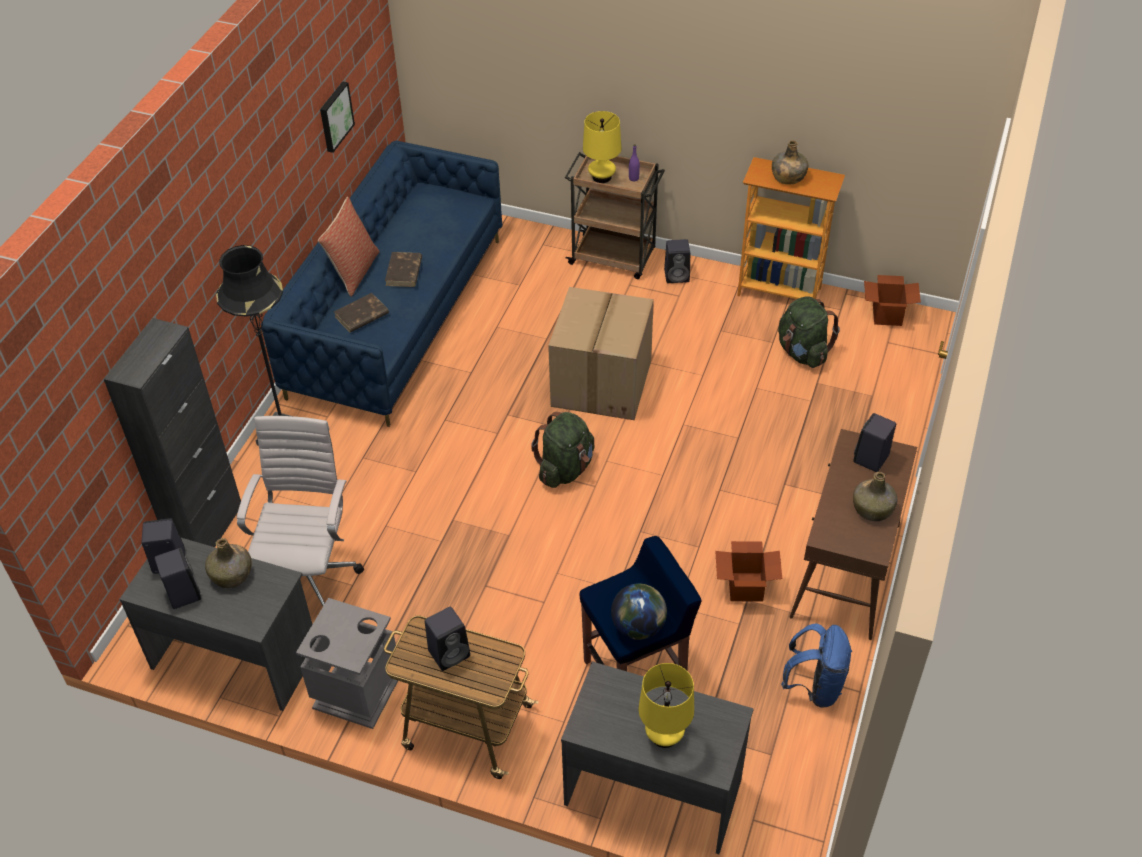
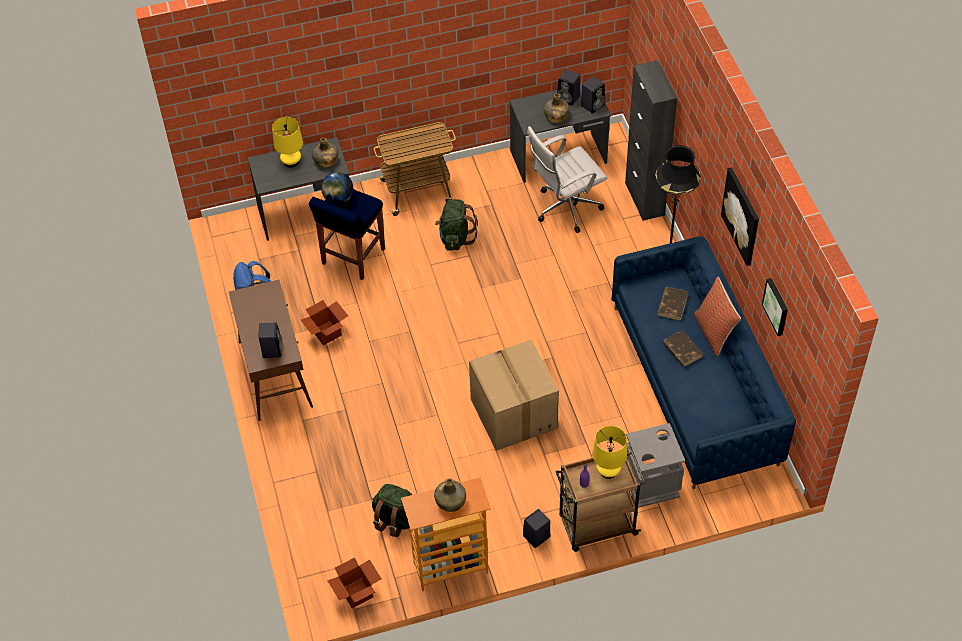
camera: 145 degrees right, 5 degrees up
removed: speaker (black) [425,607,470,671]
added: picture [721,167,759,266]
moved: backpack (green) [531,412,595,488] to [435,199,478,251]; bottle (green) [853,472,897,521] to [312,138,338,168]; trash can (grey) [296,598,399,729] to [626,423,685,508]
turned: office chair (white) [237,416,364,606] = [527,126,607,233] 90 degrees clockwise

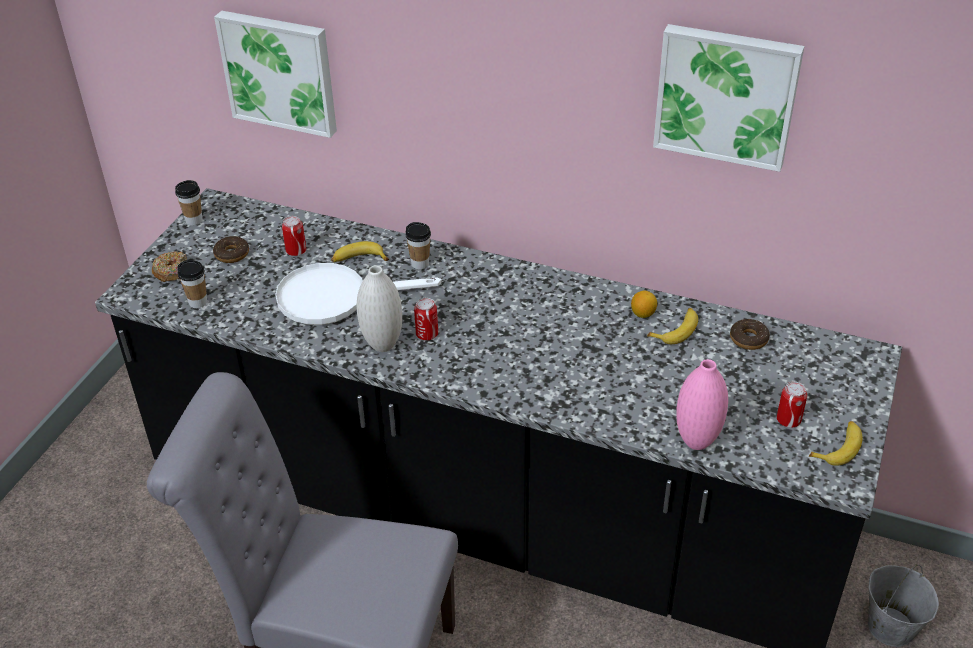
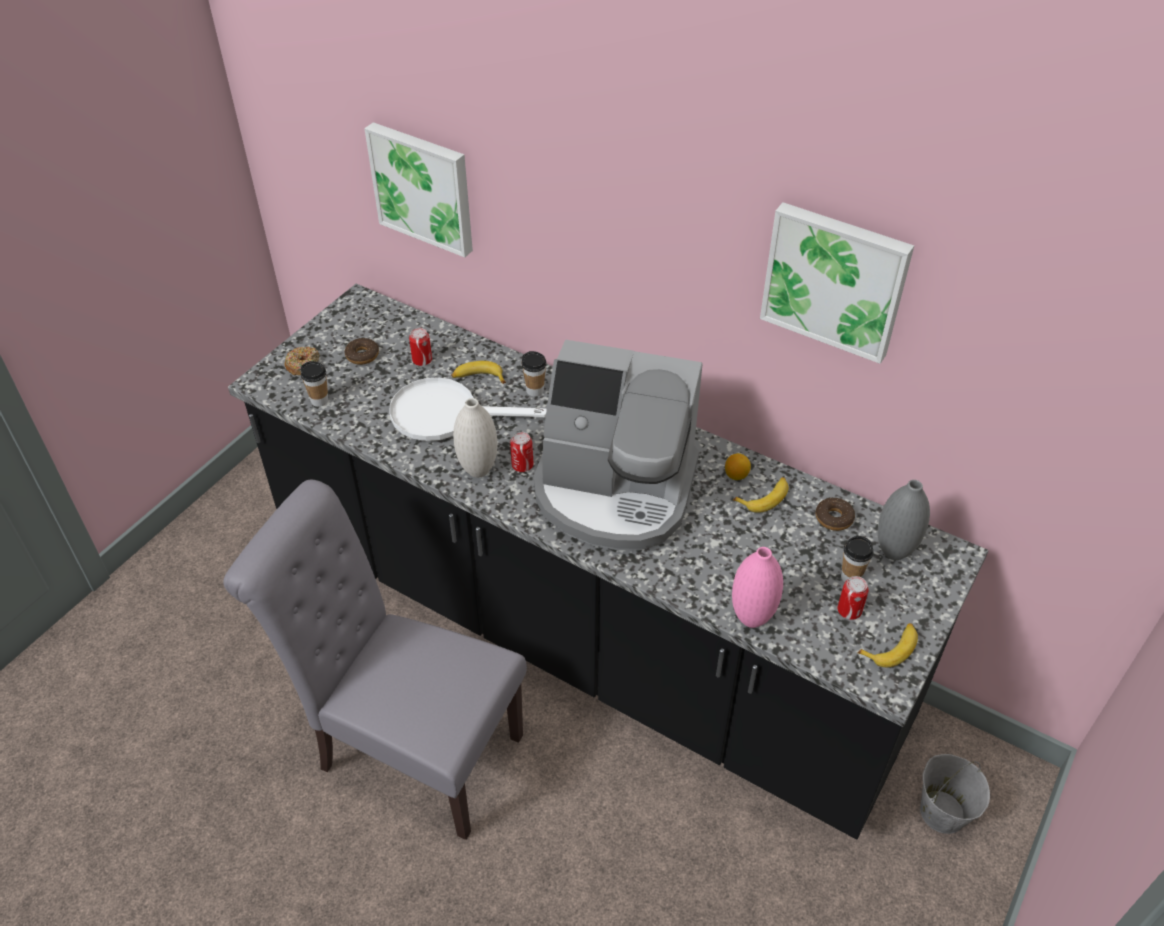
camera: 10 degrees right, 5 degrees up
added: coffee machine [534,340,703,551]; vase (grey) [878,480,930,560]
moved: cup [175,180,203,226] to [841,536,873,582]

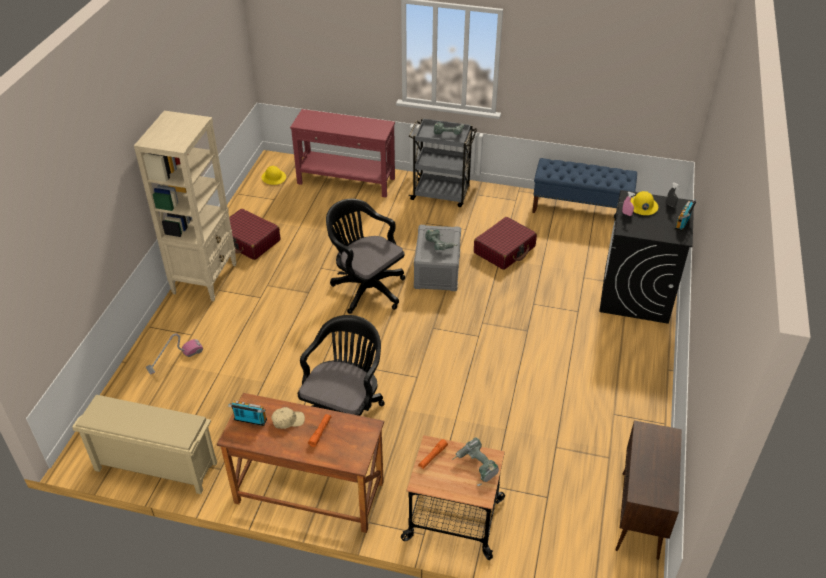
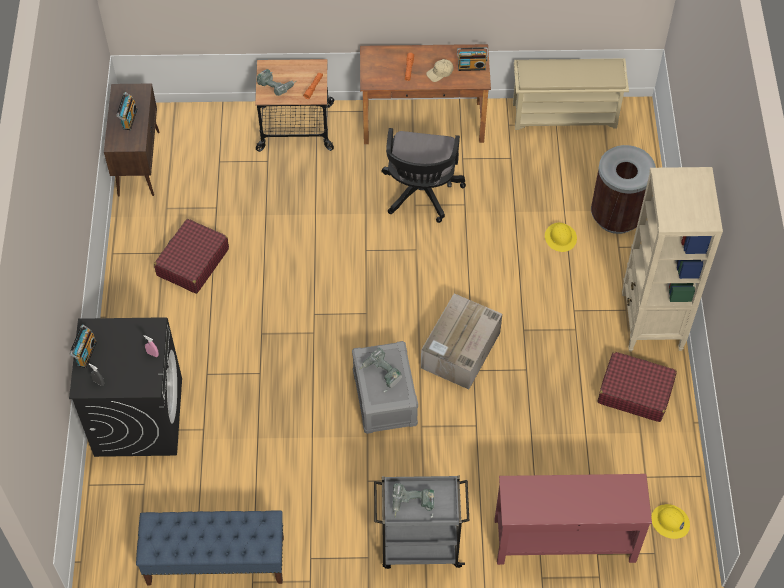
camera: 165 degrees right, 15 degrees up
added: radio [116,92,137,130]
moved: hard hat (yellow) [630,191,658,215] to [545,223,577,252]; suitcase (red) [474,217,537,270] to [154,219,229,294]
replaced: office chair (black) [326,199,405,314] to cardboard box [421,293,502,390]; vacuum cleaner [146,334,203,375] to trash can (brown) [591,145,656,234]

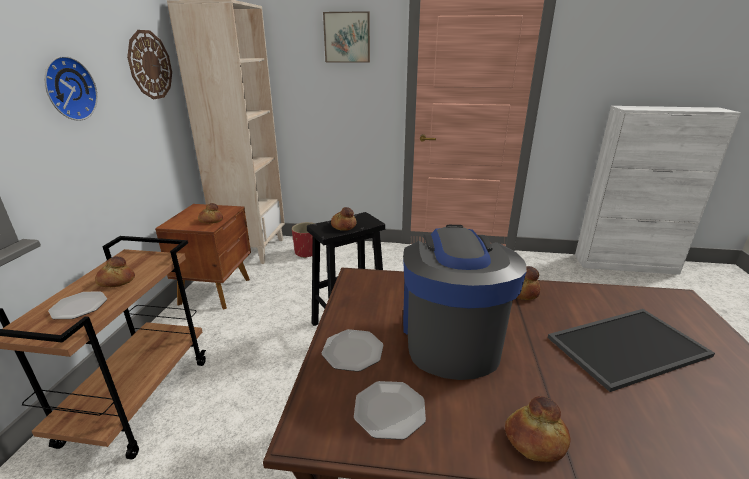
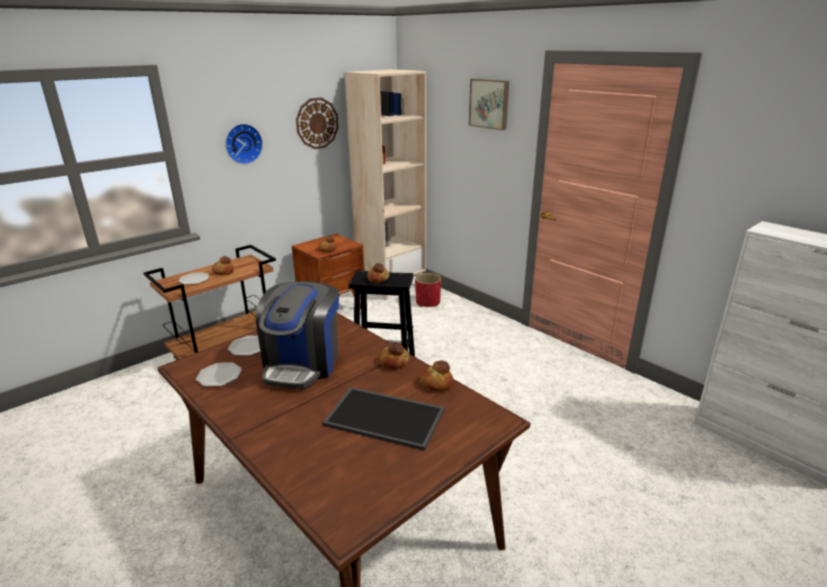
camera: 40 degrees right, 0 degrees up
moved: bread [505,396,570,462] to [420,360,454,392]
turned: coffee machine [403,225,527,380] = [256,281,339,388] 150 degrees clockwise

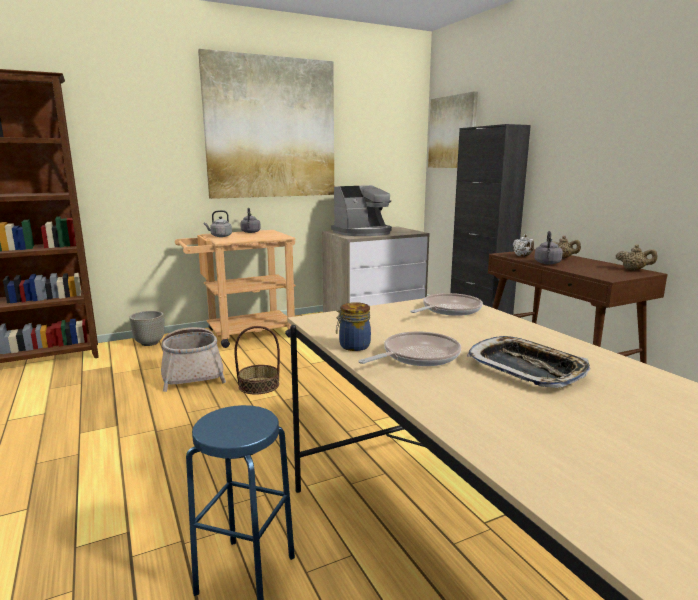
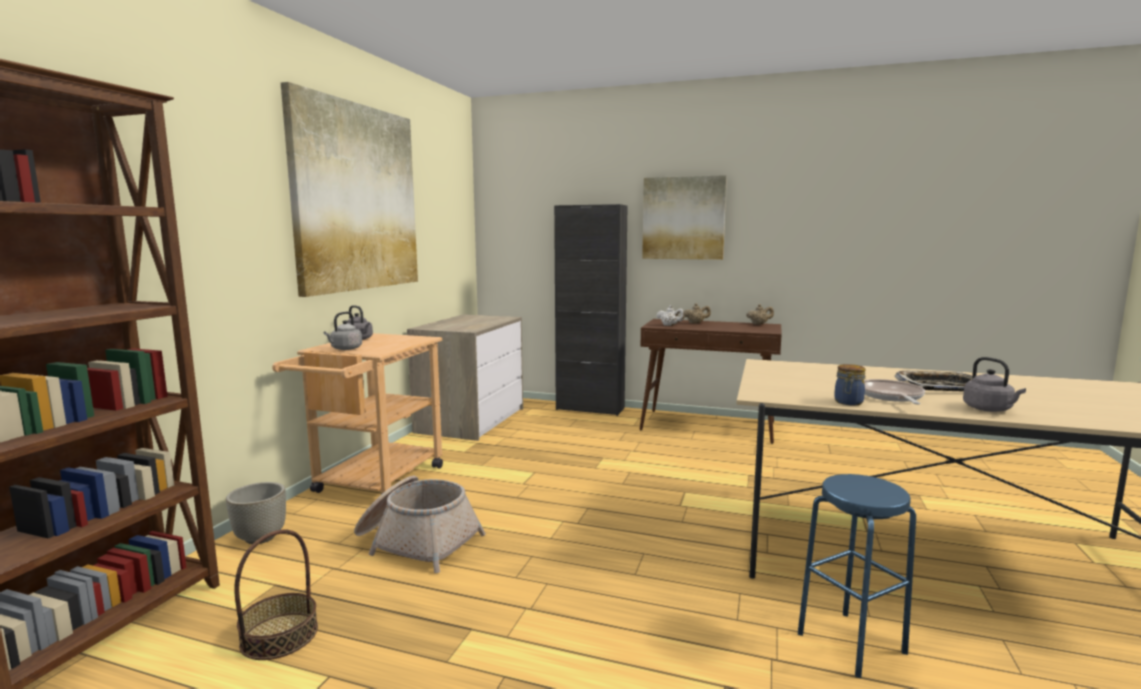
camera: 45 degrees left, 5 degrees down
removed: coffee machine [331,185,392,236]; frying pan [410,293,483,316]
moved: picture [428,91,478,168] to [642,175,727,260]; kettle (grey) [534,231,563,264] to [963,357,1026,412]; basket [234,326,280,395] to [234,530,318,660]

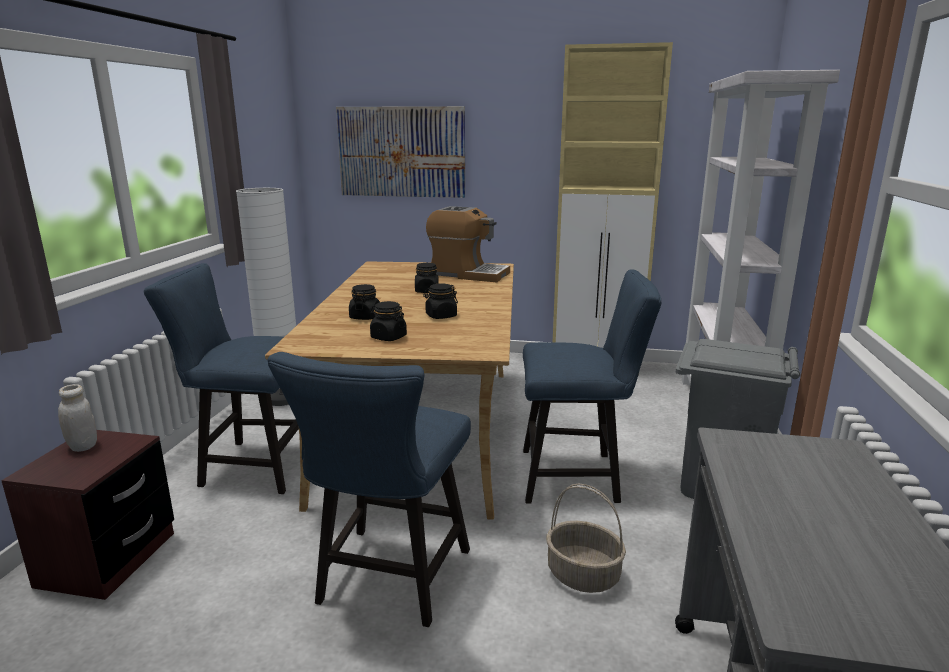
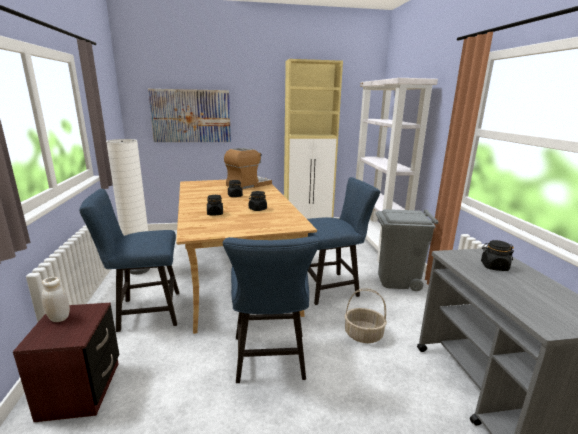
camera: 20 degrees left, 0 degrees up
moved: jar (black) [370,301,407,341] to [481,240,514,271]
turned: coffee machine [426,206,510,283] = [224,148,272,190] 45 degrees counterclockwise

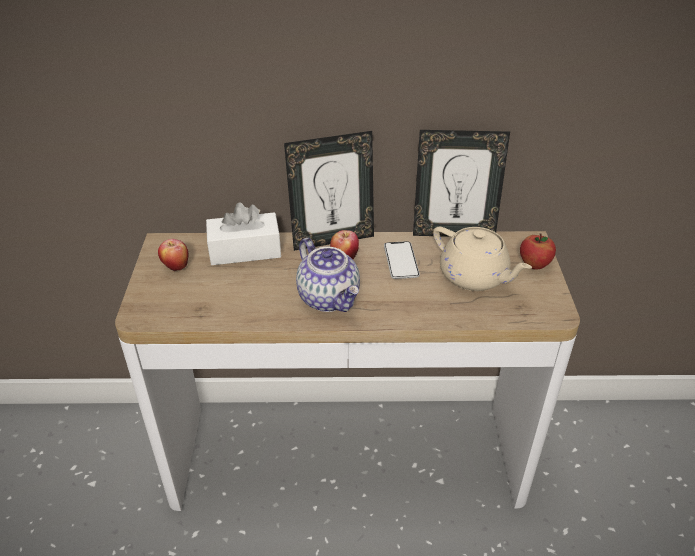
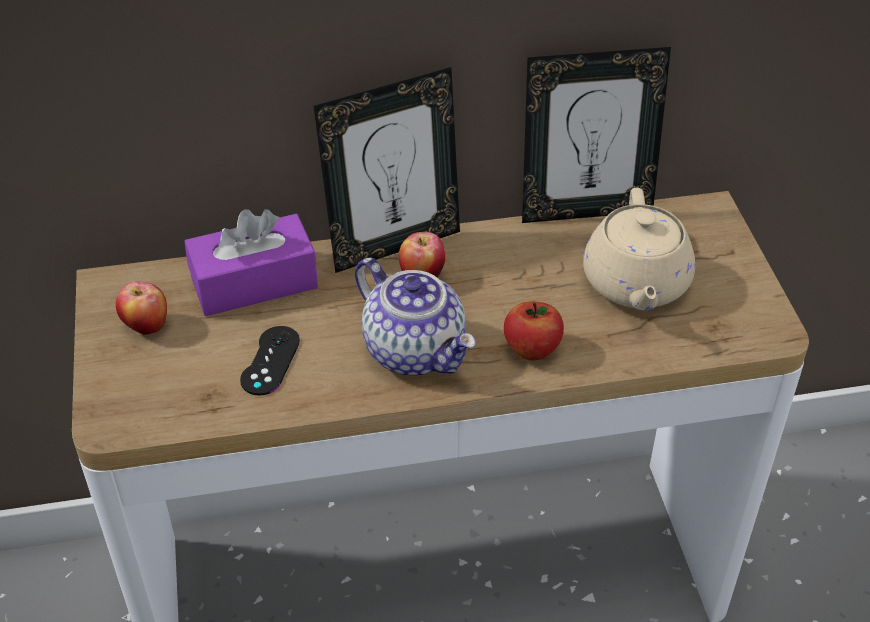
camera: 10 degrees left, 5 degrees up
removed: phone [384,241,420,279]
added: game controller (black) [240,326,300,396]
moved: apple [520,233,556,270] to [504,302,564,360]
recoloured: tissue box (white) [206,202,281,265] to tissue box (purple) [184,209,318,316]
turned: teapot (beige) [433,227,532,291] = [583,188,695,310] 60 degrees clockwise

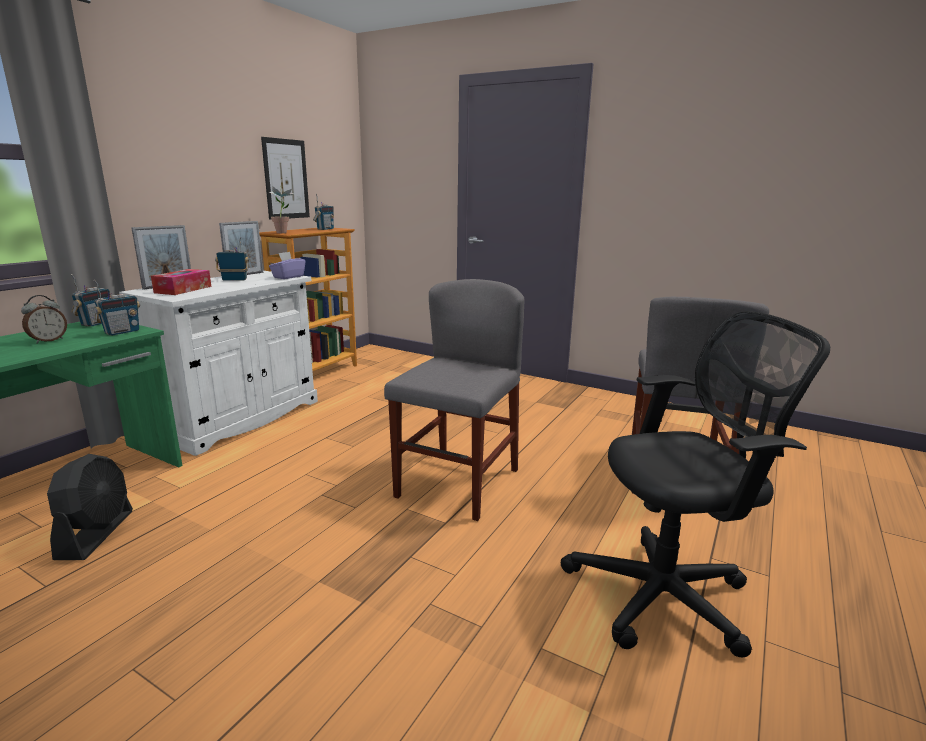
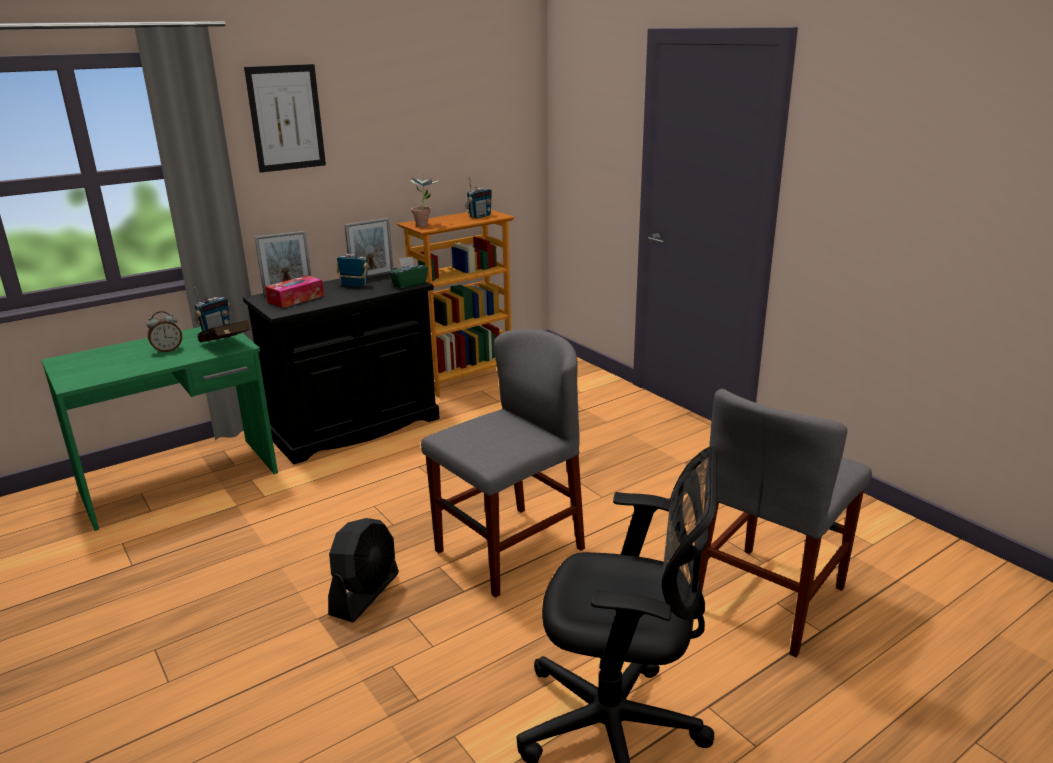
camera: 25 degrees right, 5 degrees up
moved: picture [261,137,310,220] to [244,64,326,173]; fan (black) [47,454,133,560] to [328,518,399,622]
replaced: radio [93,280,140,336] to book (red) [198,320,251,343]
recoloured: tissue box (purple) [269,252,306,279] to tissue box (green) [389,256,428,288]; cabinet (white) [119,271,318,456] to cabinet (black) [243,268,440,464]

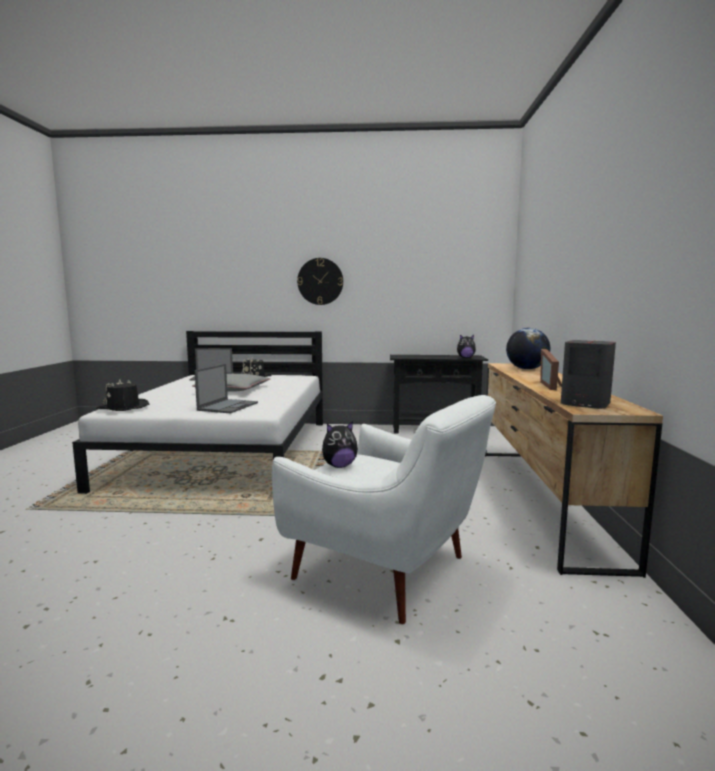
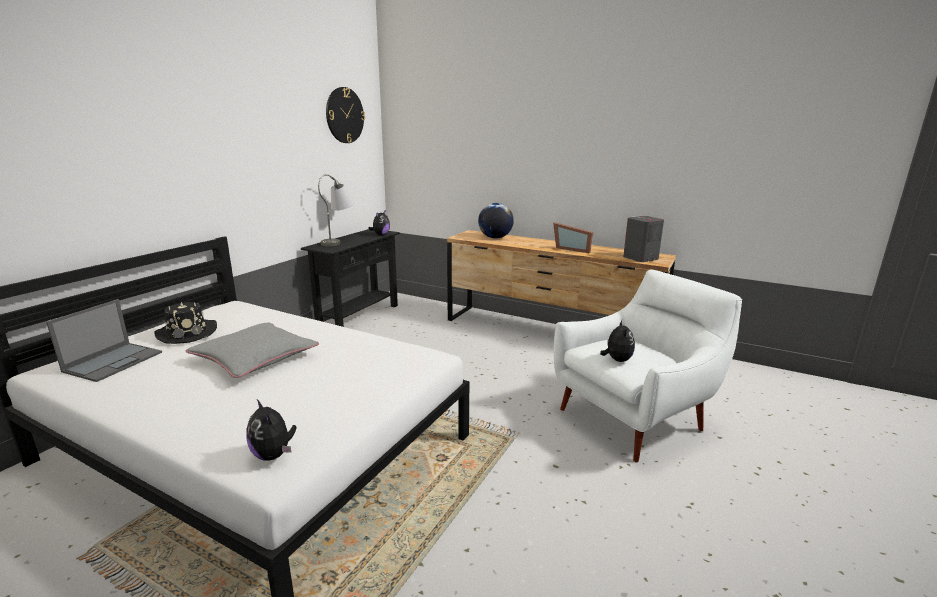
camera: 65 degrees left, 10 degrees up
removed: laptop [195,364,258,413]
added: table lamp (grey) [318,174,356,246]
moved: wall clock [297,258,343,305] to [326,87,365,143]
replaced: hat (black) [96,380,149,411] to plush toy [247,399,297,461]

